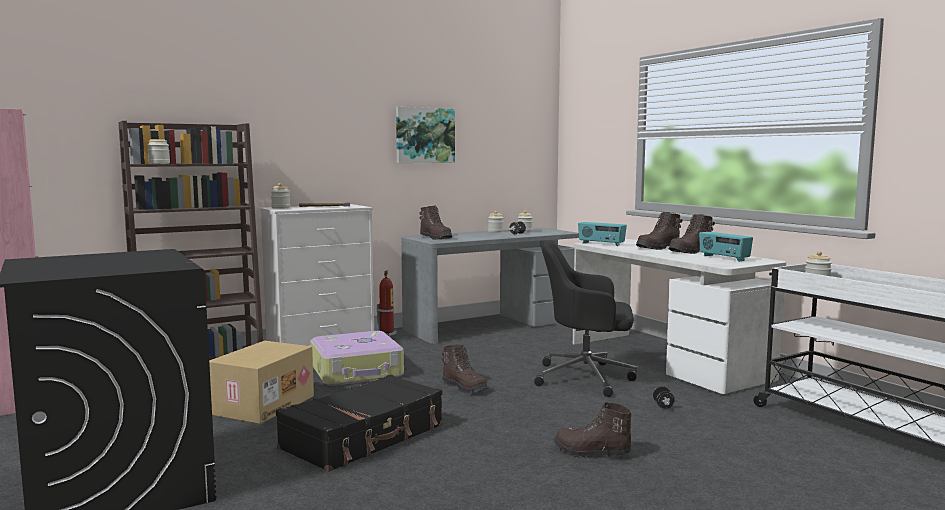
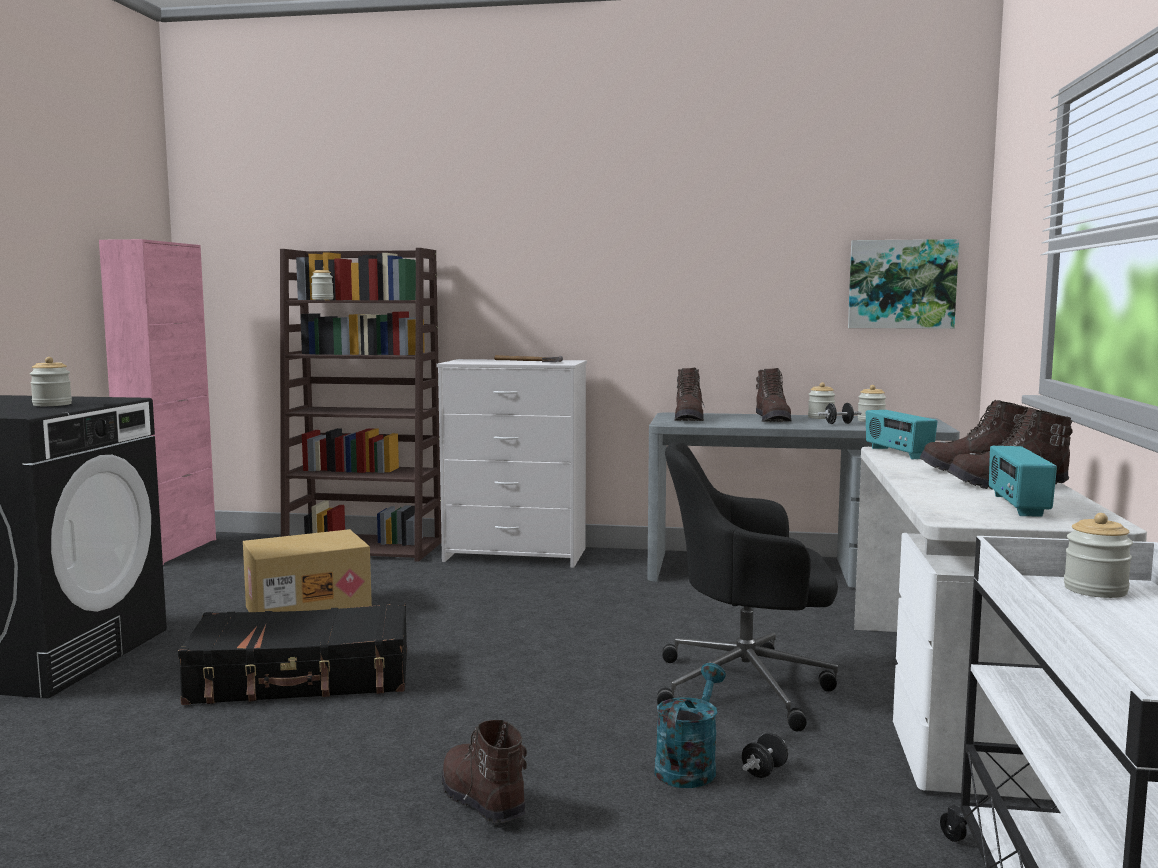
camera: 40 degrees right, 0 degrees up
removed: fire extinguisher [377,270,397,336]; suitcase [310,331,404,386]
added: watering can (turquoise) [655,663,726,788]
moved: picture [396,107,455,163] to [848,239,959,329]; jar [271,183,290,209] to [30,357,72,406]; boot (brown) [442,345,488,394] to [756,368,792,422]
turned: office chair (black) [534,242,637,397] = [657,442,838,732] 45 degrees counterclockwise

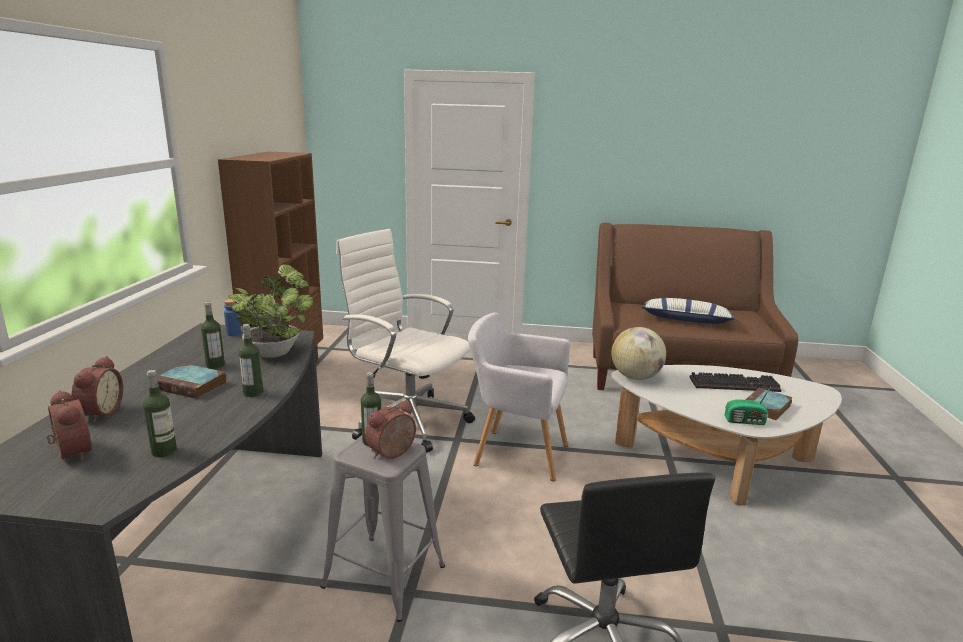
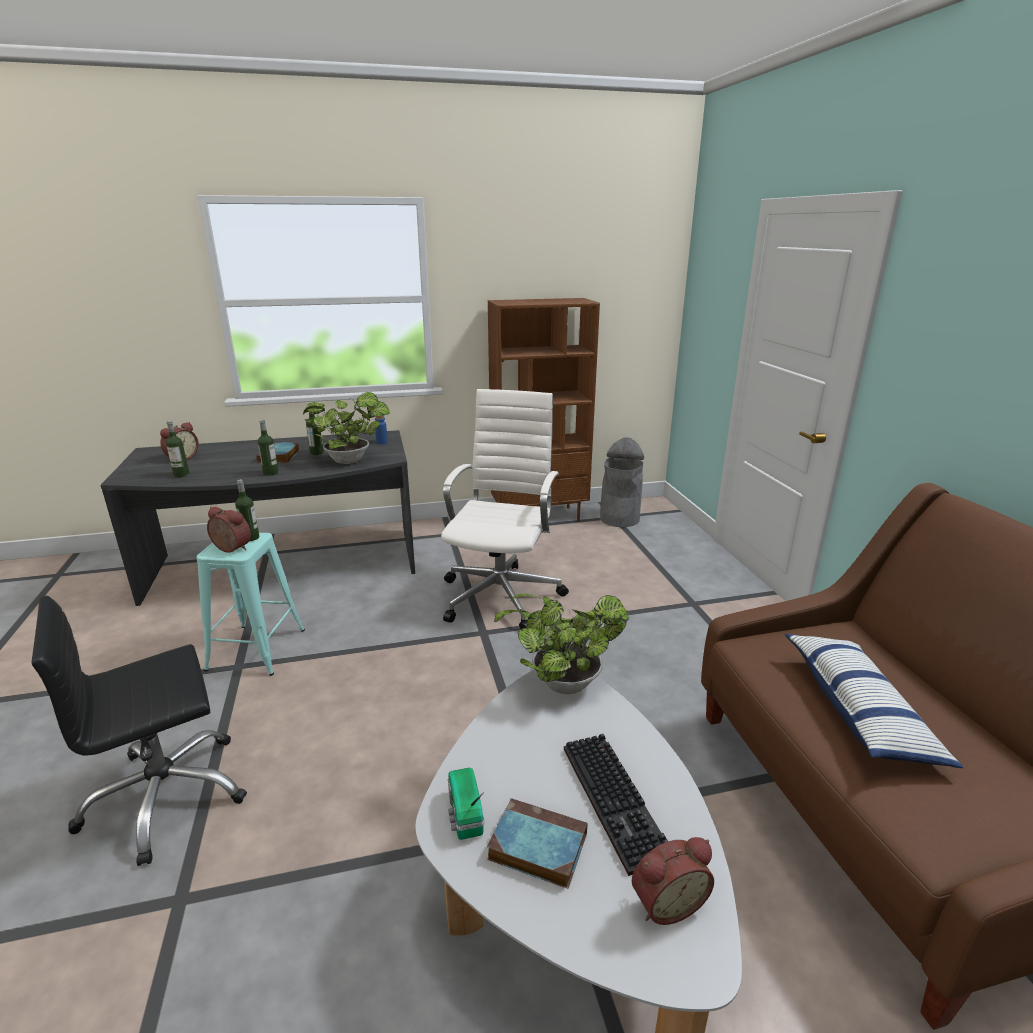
camera: 70 degrees right, 5 degrees up
removed: armchair (grey) [468,313,570,481]
added: trash can (grey) [600,437,644,527]
moved: alarm clock [71,356,123,422] to [632,837,714,925]
replaced: globe [612,327,666,380] to potted plant [494,593,629,694]
recoloured: stool (grey) [321,435,445,622] to stool (turquoise) [197,533,305,676]

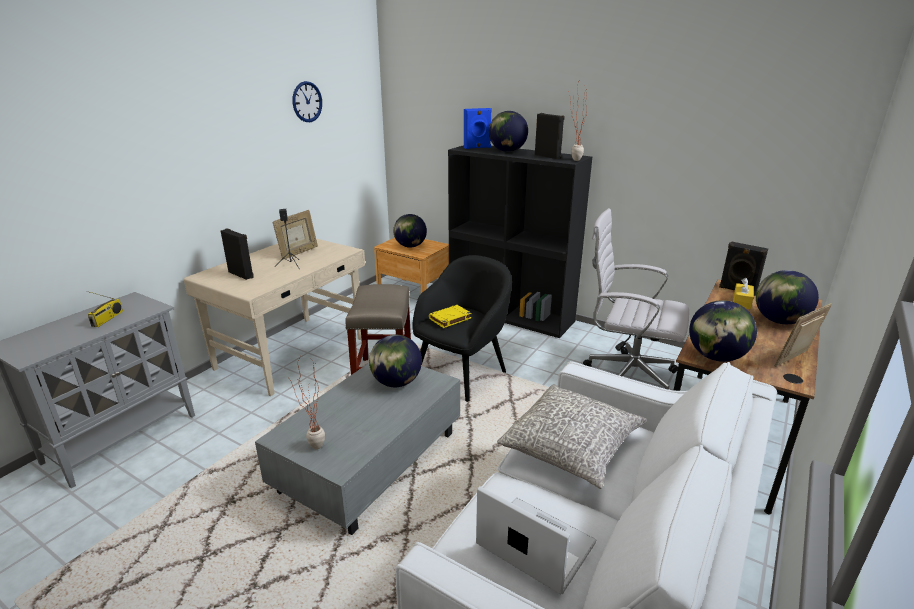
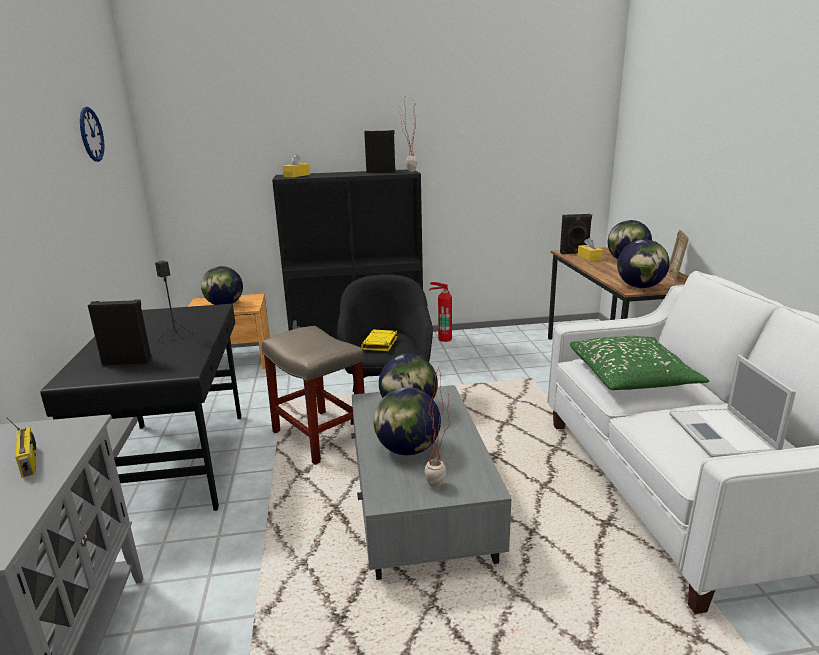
camera: 40 degrees left, 5 degrees down
removed: office chair (white) [583,208,689,390]; picture frame [273,210,318,260]
added: fire extinguisher [429,282,452,342]
moved: globe [489,111,528,152] to [374,387,441,455]
replaced: speaker (blue) [464,108,492,149] to tissue box (yellow) [283,154,310,177]
recoloured: desk (beige) [184,239,365,396] to desk (black) [41,304,241,511]; pillow (grey) [497,384,647,489] to pillow (green) [570,336,709,390]
turned: laptop [476,486,596,594] = [669,355,796,458] 90 degrees counterclockwise

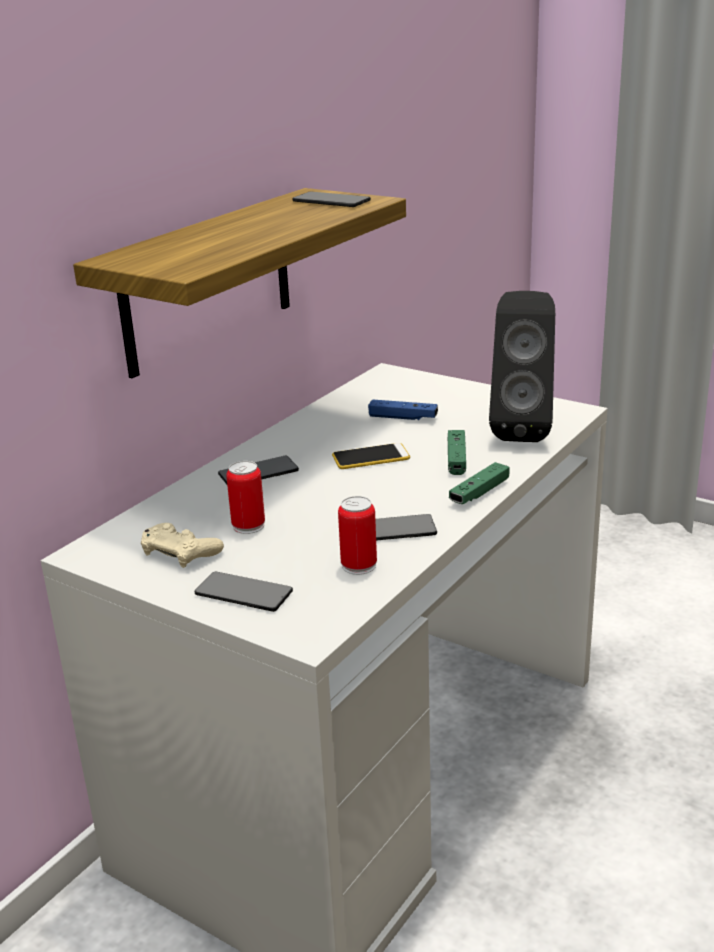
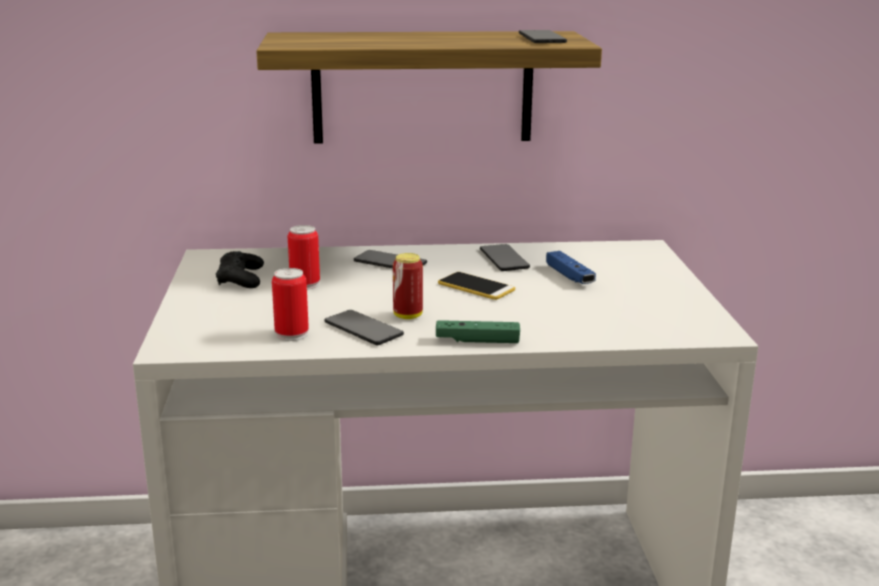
camera: 50 degrees right, 5 degrees down
removed: speaker (black) [489,291,555,442]; game controller (green) [448,430,466,475]
added: can [393,253,423,319]
moved: phone [195,572,293,612] to [480,244,530,271]
recoloured: game controller (beige) [141,523,224,568] to game controller (black) [216,251,264,288]

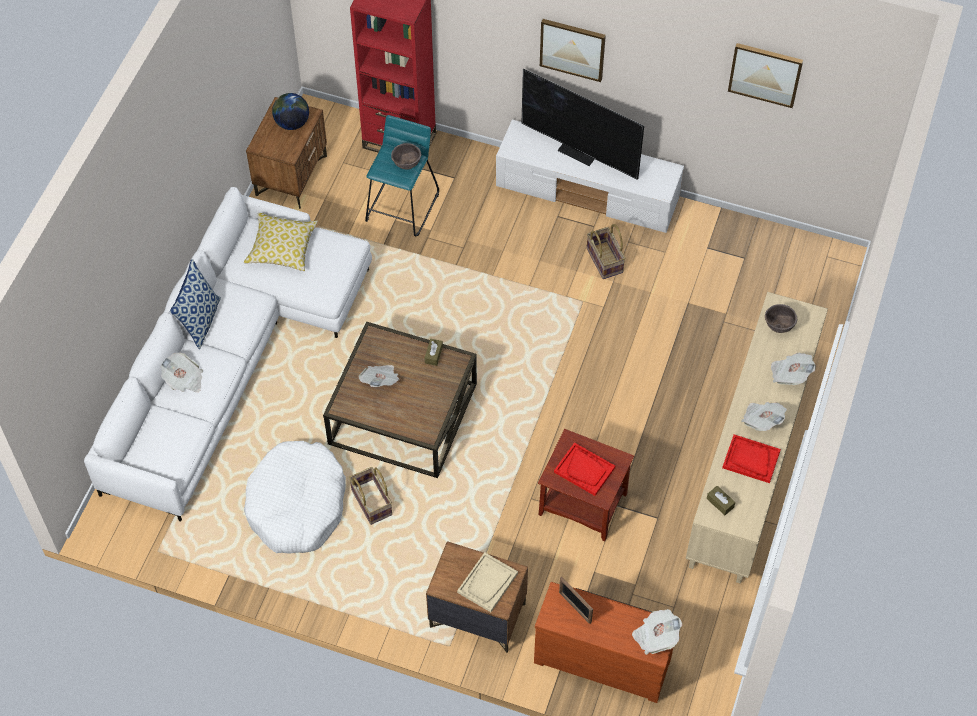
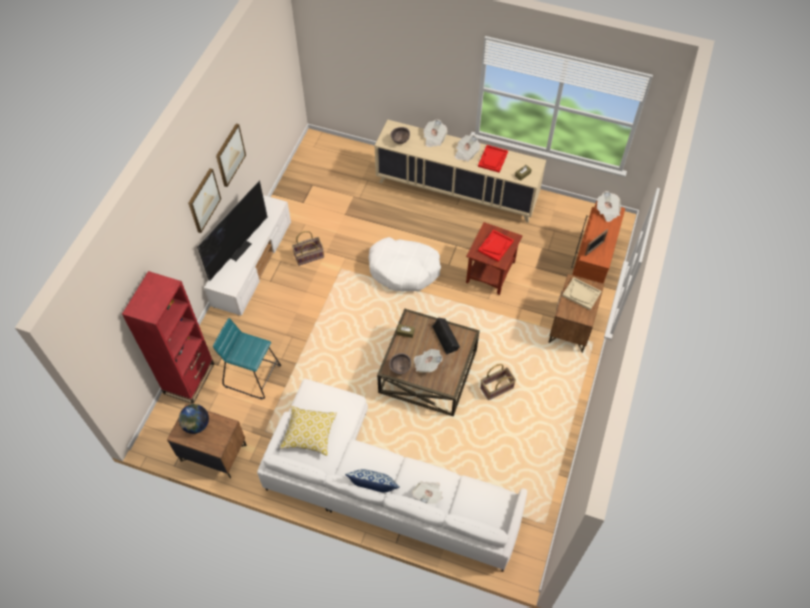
camera: 90 degrees left, 0 degrees up
added: speaker (black) [432,317,460,355]
moved: picture [728,43,803,108] to [216,124,246,187]; bowl (brown) [391,143,421,170] to [389,353,411,374]; dog bed (white) [244,441,346,554] to [369,237,441,291]

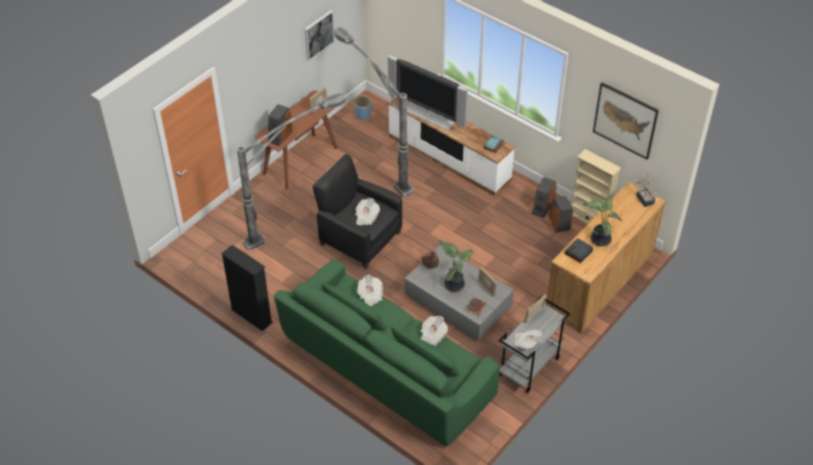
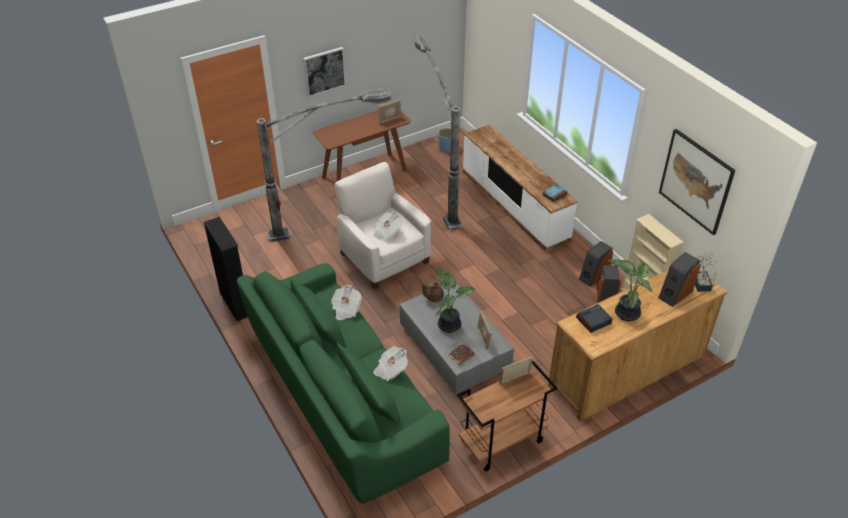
camera: 20 degrees right, 5 degrees down
removed: television [388,56,468,130]; newspaper [514,329,542,349]
moved: picture [305,10,335,61] to [303,47,346,97]; speaker [268,104,293,146] to [658,252,701,307]
recoloured: armchair (black) [313,154,402,269] to armchair (white) [335,162,431,289]; cart (grey) [499,296,570,394] to cart (brown) [457,360,558,472]

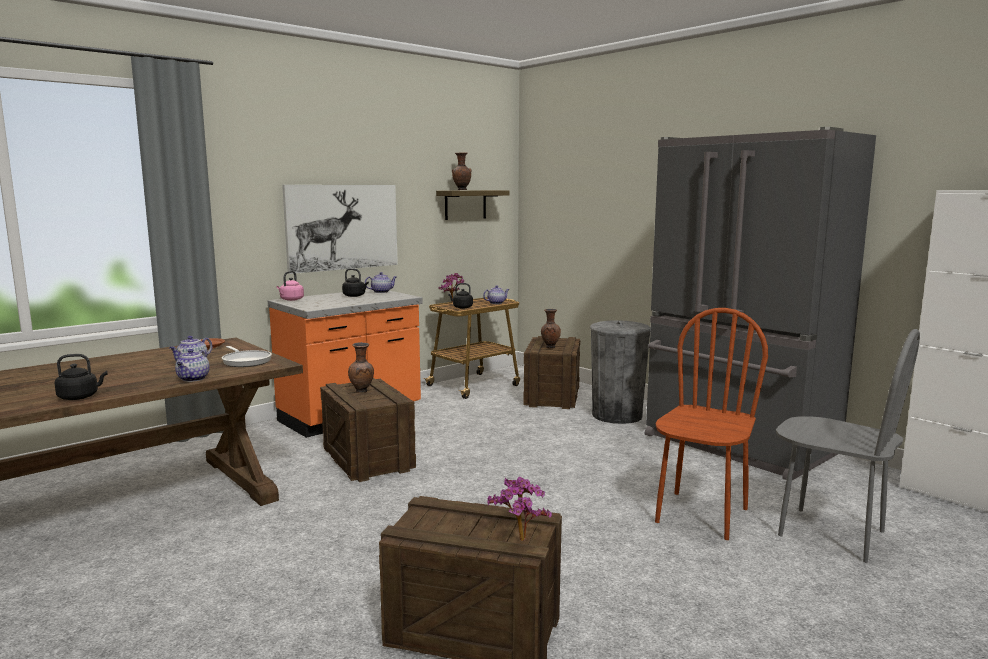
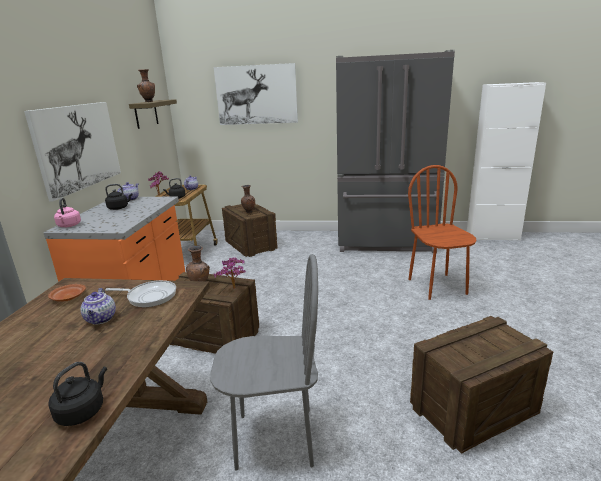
camera: 40 degrees left, 10 degrees up
removed: trash can (grey) [590,320,651,424]; teapot [175,349,210,382]
added: picture [214,63,298,125]
moved: chair (grey) [776,329,920,563] to [210,254,318,471]; potted plant [487,477,552,541] to [214,257,246,289]

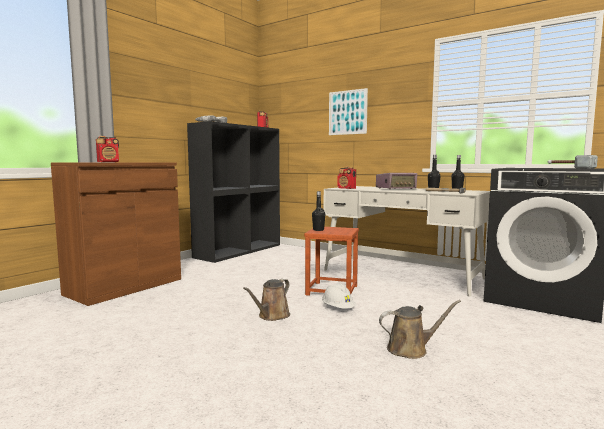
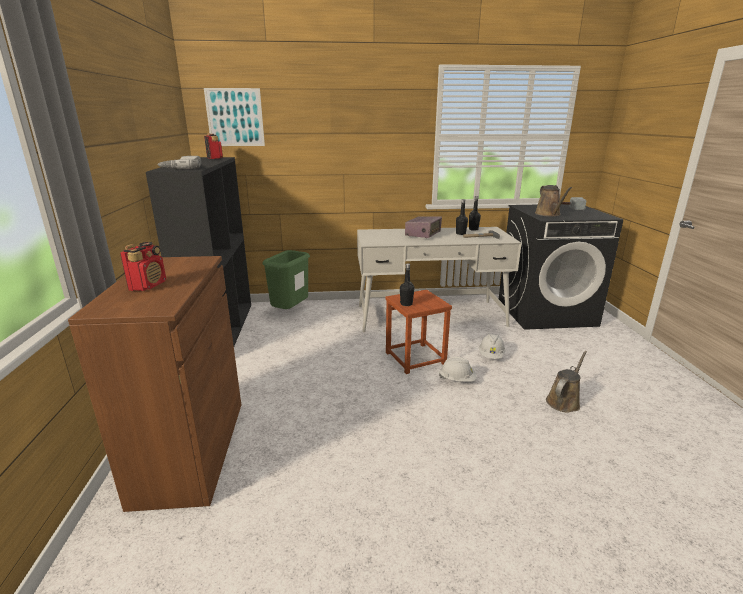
camera: 40 degrees left, 15 degrees up
removed: radio [338,167,356,189]
added: trash can (green) [262,250,310,309]; hard hat (white) [479,334,505,359]
moved: picture [329,88,368,135] to [204,88,265,146]; watering can (brown) [243,279,290,321] to [535,185,572,216]

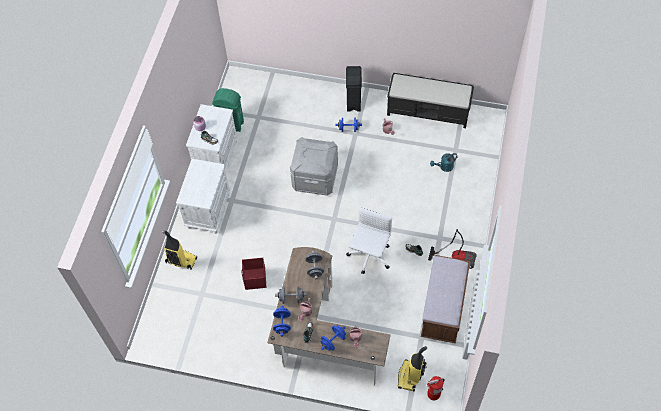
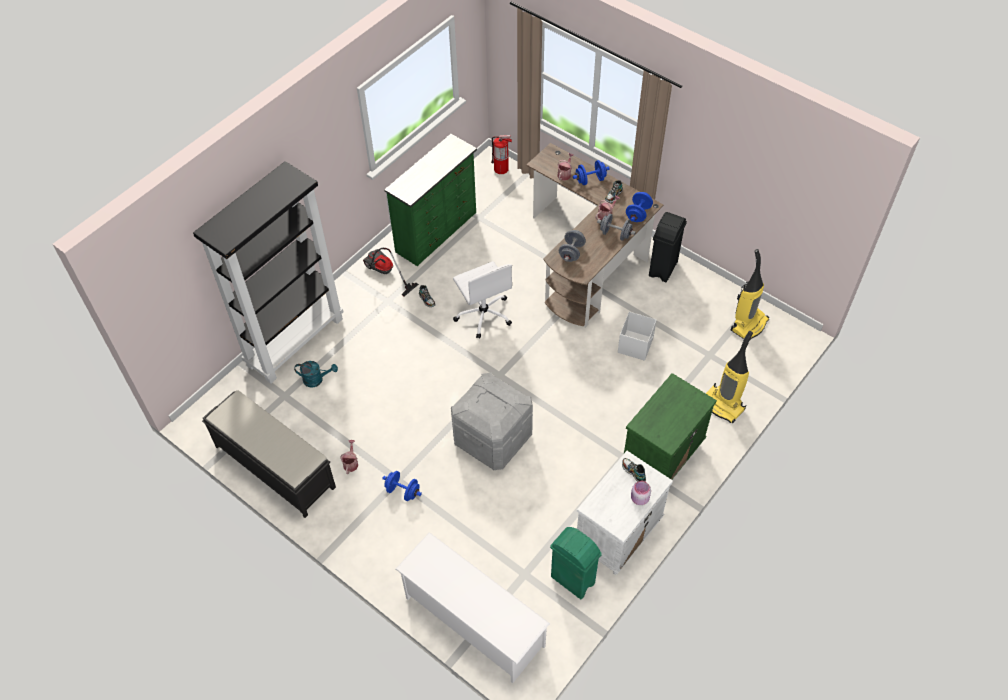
camera: 155 degrees left, 5 degrees down
added: bookcase (black) [193,161,344,384]; shoe rack (white) [396,532,550,683]
moved: trash can (black) [346,66,362,112] to [649,212,687,282]; vacuum cleaner [398,346,427,391] to [731,249,769,340]
replaced: bench (brown) [421,255,470,343] to dresser (green) [385,134,477,266]
recoloured: nightstand (white) [176,159,231,234] to nightstand (green) [624,373,717,480]; storage box (red) [242,258,267,290] to storage box (white) [618,312,657,361]
turned: office chair (white) [346,207,392,274] = [453,261,512,338] 75 degrees counterclockwise

